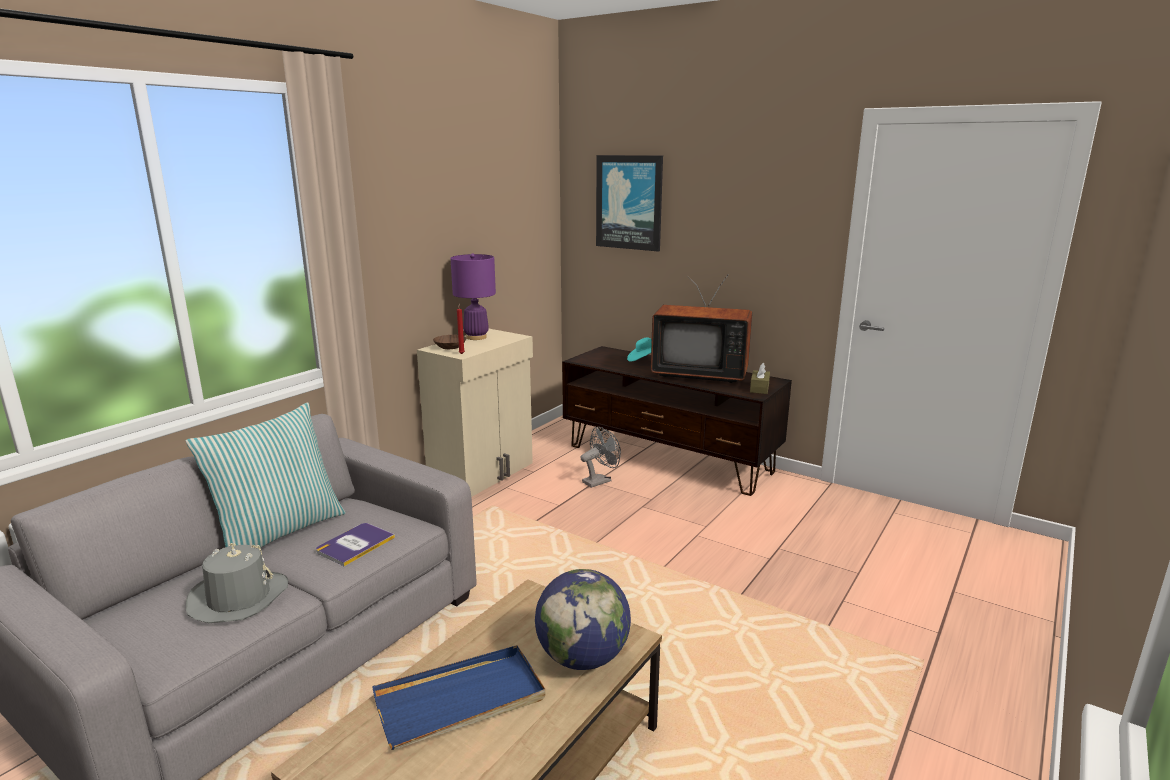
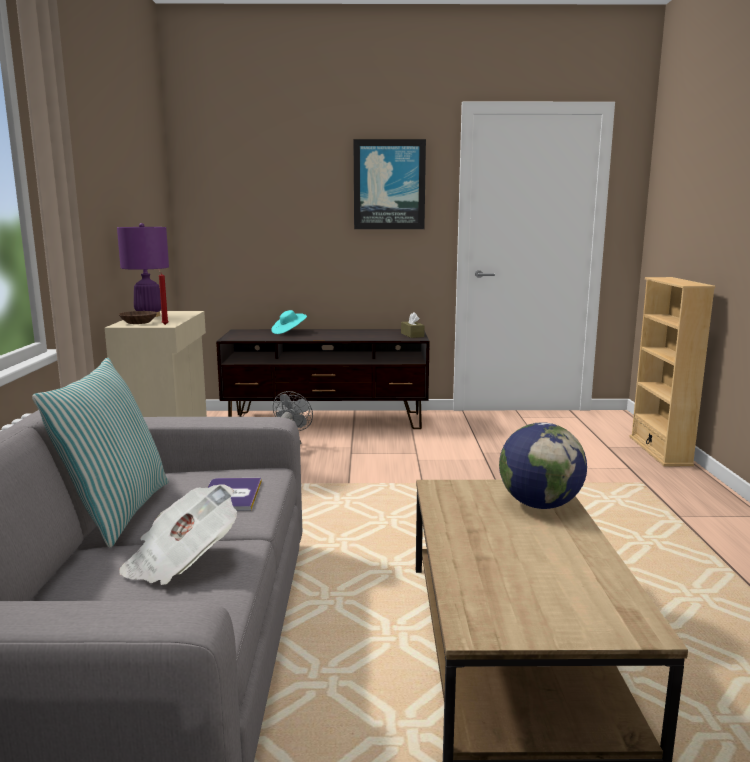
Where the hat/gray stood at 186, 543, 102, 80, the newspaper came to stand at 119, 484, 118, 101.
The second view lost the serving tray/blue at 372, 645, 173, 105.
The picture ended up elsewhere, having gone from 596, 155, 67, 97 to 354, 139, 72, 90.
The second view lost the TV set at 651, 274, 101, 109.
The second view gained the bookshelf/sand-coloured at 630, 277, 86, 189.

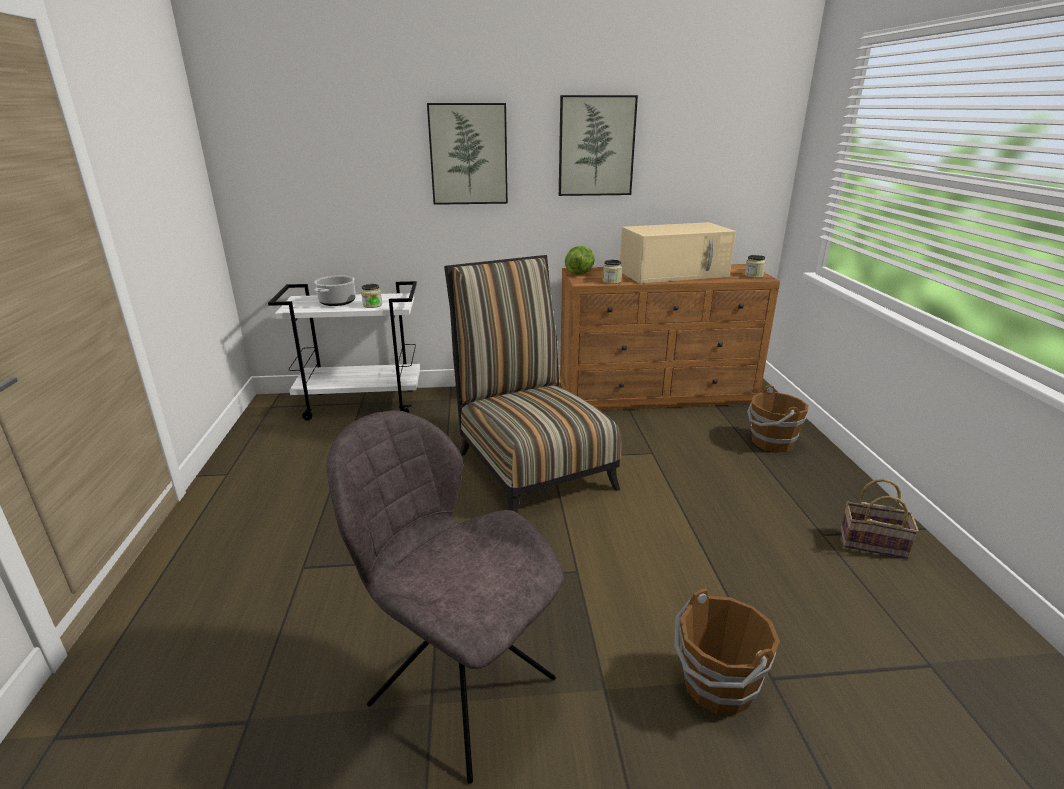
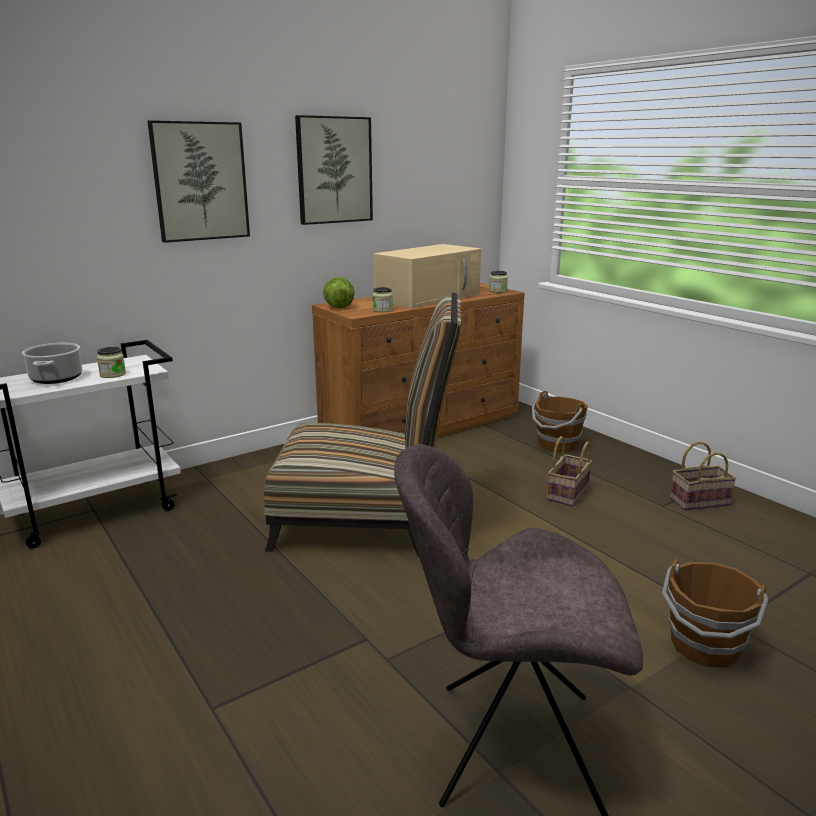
The chair at 444, 255, 177, 258 ended up facing another way, 150 degrees clockwise from before.
The second view gained the basket at 547, 436, 45, 70.

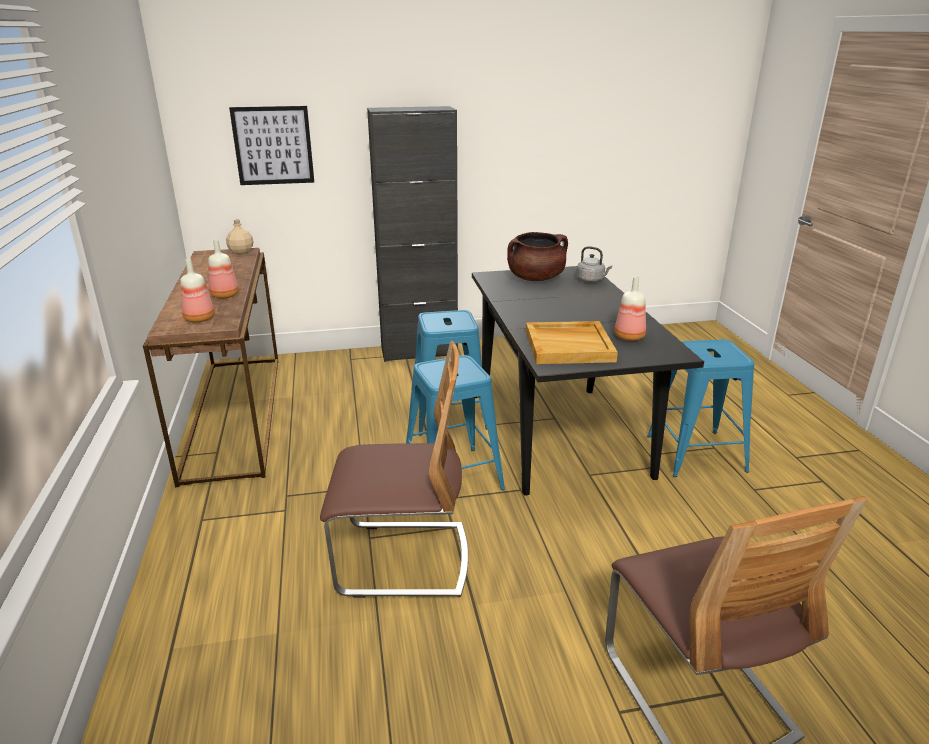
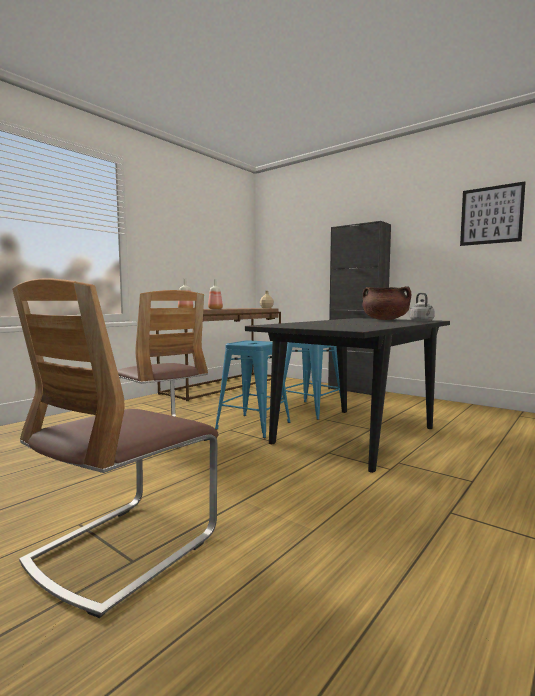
The picture ended up elsewhere, having gone from 229, 106, 85, 79 to 460, 181, 66, 65.
The second view lost the serving tray/sand-coloured at 526, 321, 92, 43.
The second view lost the bottle at 614, 276, 32, 65.
The second view lost the sitting stool/blue at 647, 340, 108, 137.

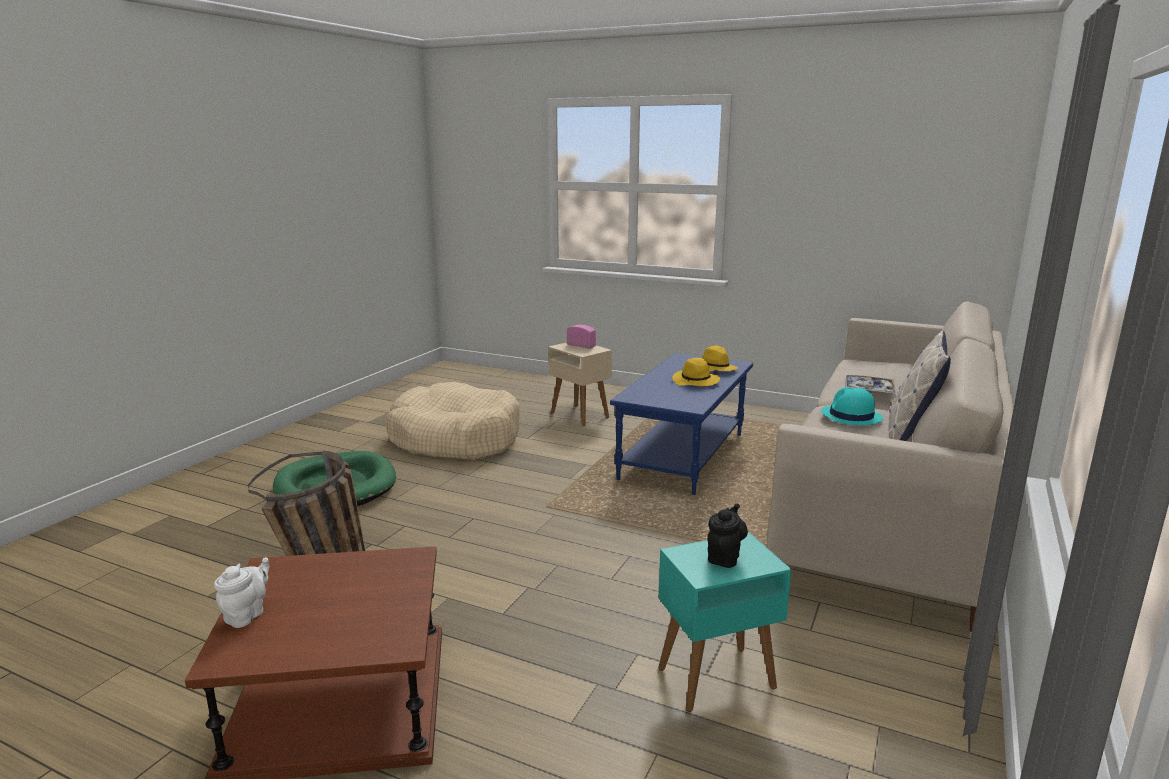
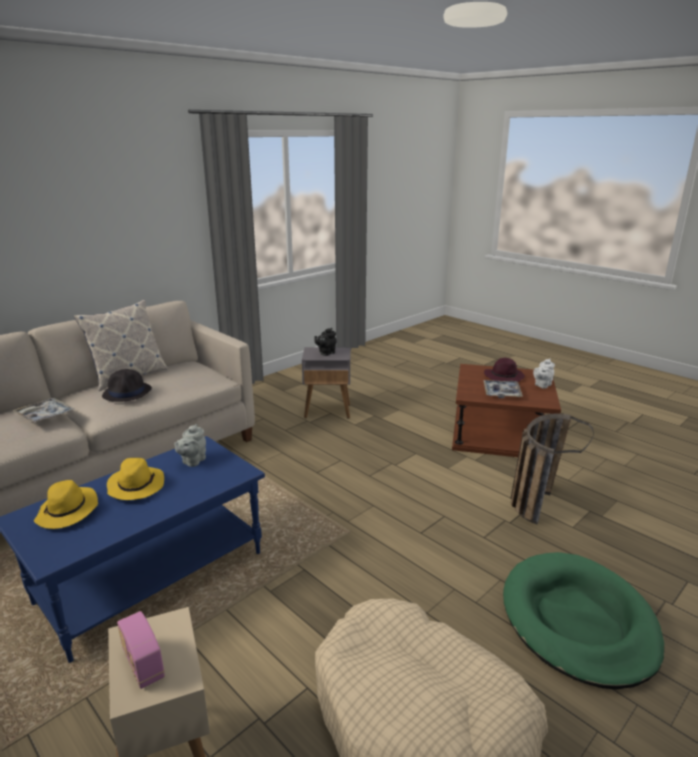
What was the accent table/blue-green at 658, 532, 133, 180 turned into the accent table/gray at 302, 347, 48, 71.
What was the hat/blue-green at 821, 387, 62, 38 turned into the hat/black-coloured at 102, 369, 50, 33.
The second view gained the teapot/gray at 174, 424, 32, 43.
The second view gained the serving tray at 483, 380, 40, 18.
The second view gained the hat/purple at 484, 358, 41, 24.

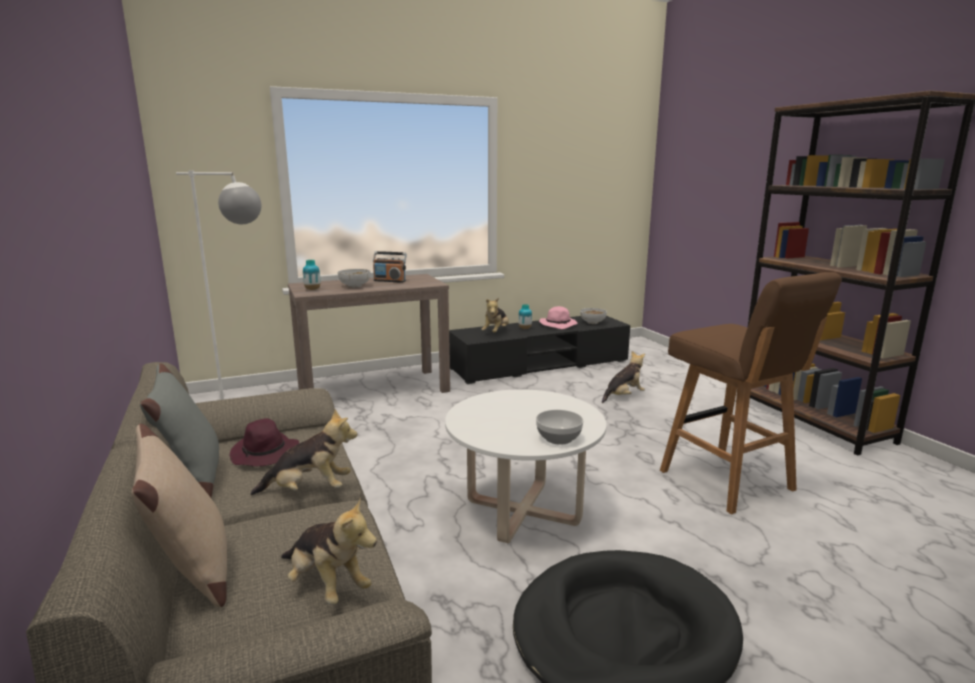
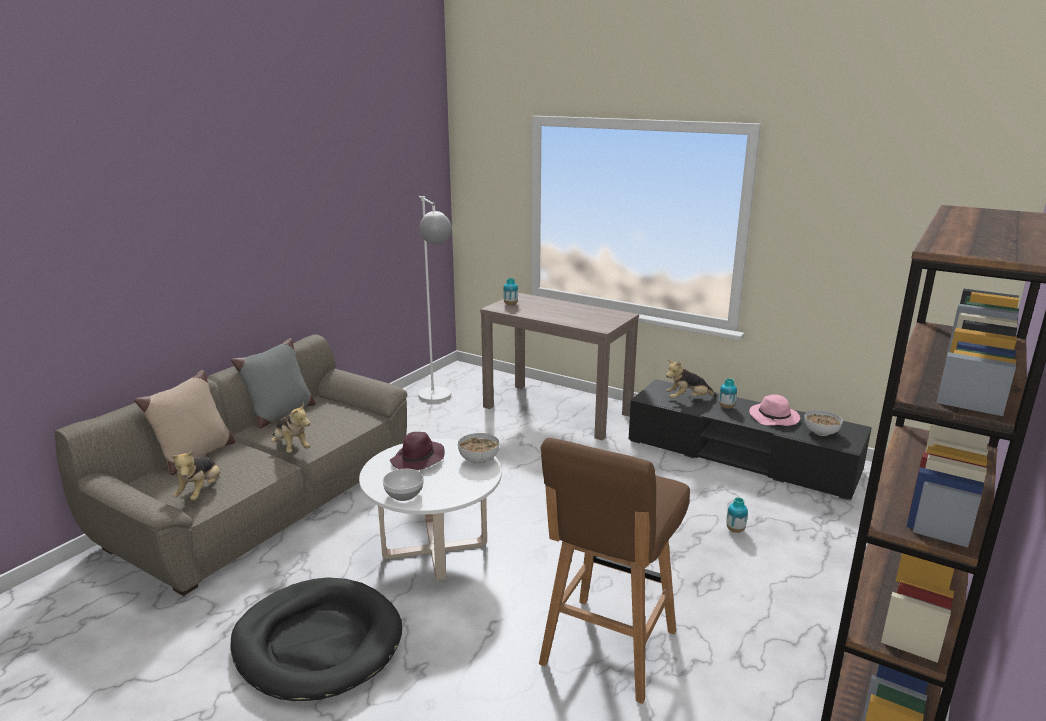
The hat/purple ended up elsewhere, having gone from 229, 418, 70, 48 to 390, 432, 55, 38.
The serving bowl ended up elsewhere, having gone from 338, 269, 32, 19 to 458, 433, 41, 31.
The second view lost the radio at 373, 251, 34, 32.
Where the plush toy stood at 602, 351, 43, 52, the vase came to stand at 726, 497, 22, 36.

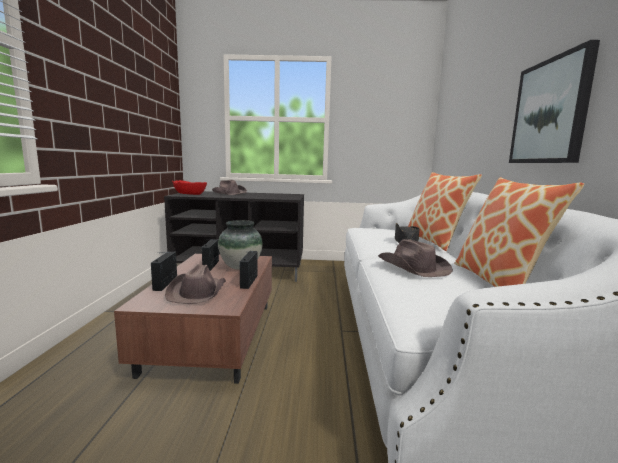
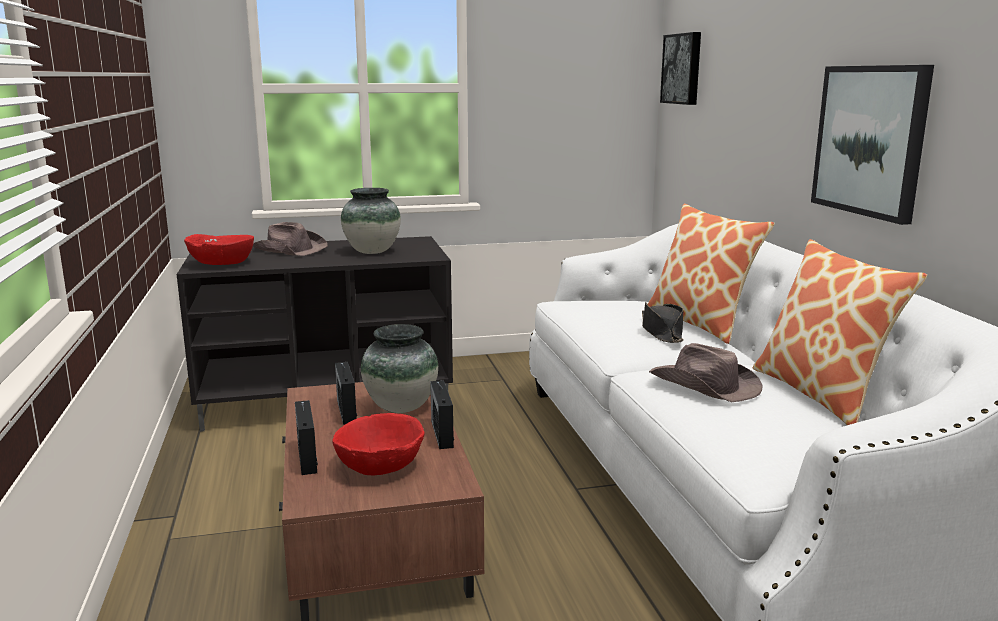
Where the hat/brown stood at 165, 264, 61, 40, the serving bowl/red came to stand at 332, 413, 93, 62.
The second view gained the vase at 341, 188, 60, 66.
The second view gained the picture at 660, 32, 41, 73.

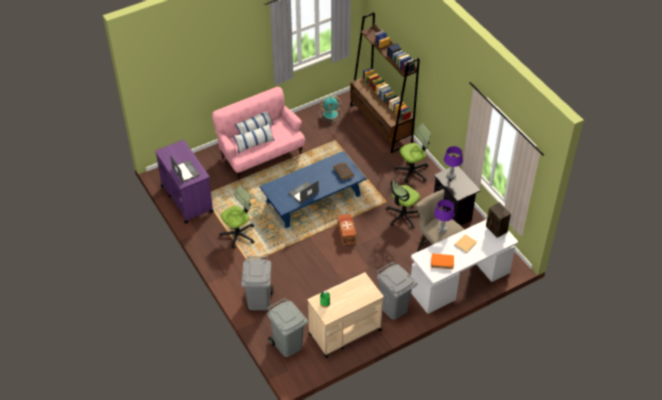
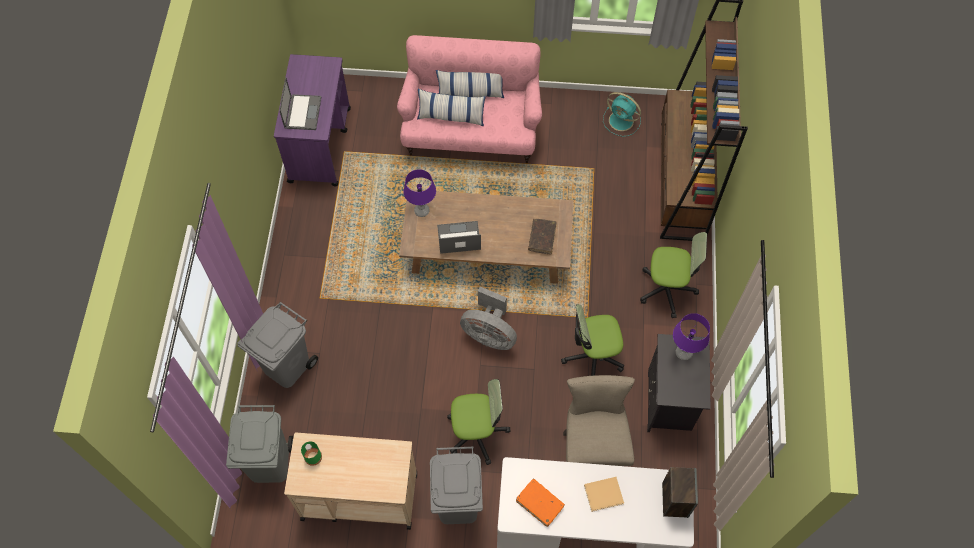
The desk chair ended up elsewhere, having gone from 220, 185, 35, 64 to 447, 379, 64, 86.
What was the low table/blue at 260, 151, 107, 77 turned into the low table/brown at 399, 189, 174, 95.
Where the storage box/brown stood at 337, 214, 19, 31, the fan/gray came to stand at 460, 287, 57, 63.
The table lamp/purple ended up elsewhere, having gone from 434, 200, 20, 33 to 403, 169, 33, 48.

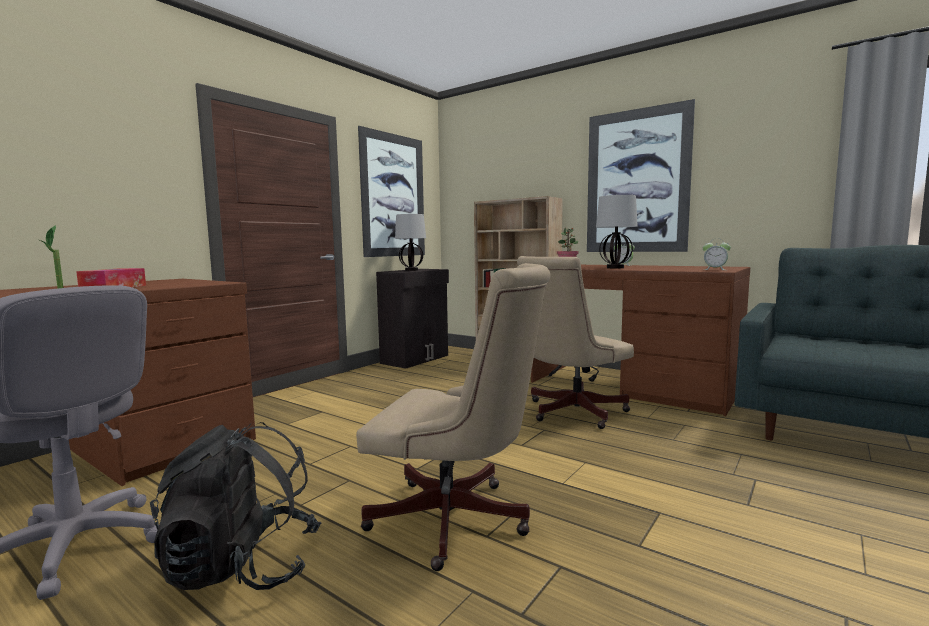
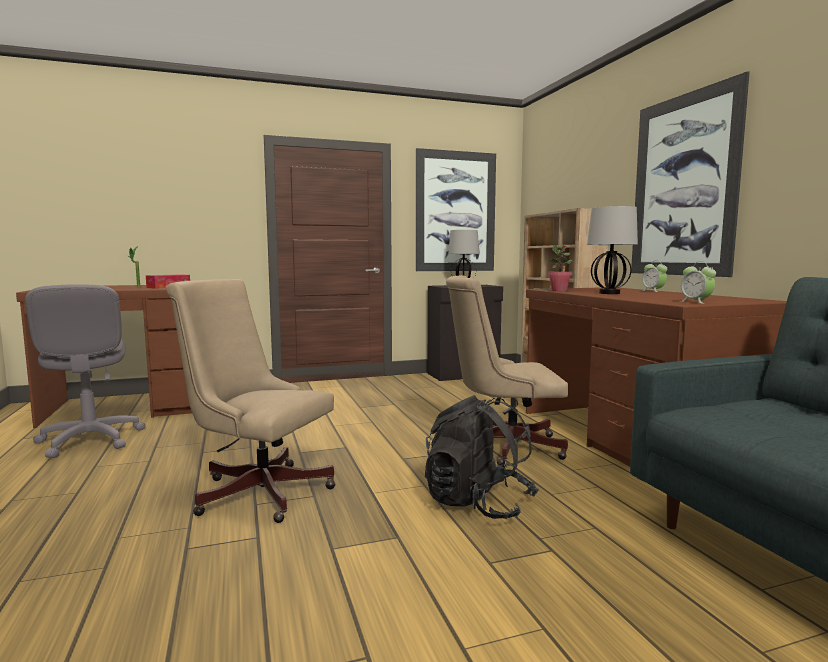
The backpack/black-coloured ended up elsewhere, having gone from 150, 422, 171, 168 to 425, 395, 114, 124.
The desk chair/sand-coloured at 356, 263, 195, 308 ended up facing another way, 150 degrees clockwise from before.

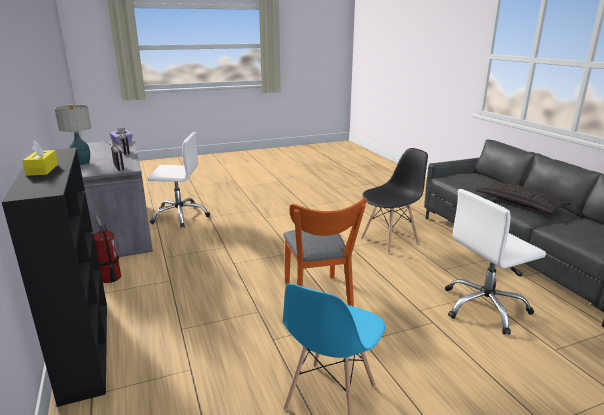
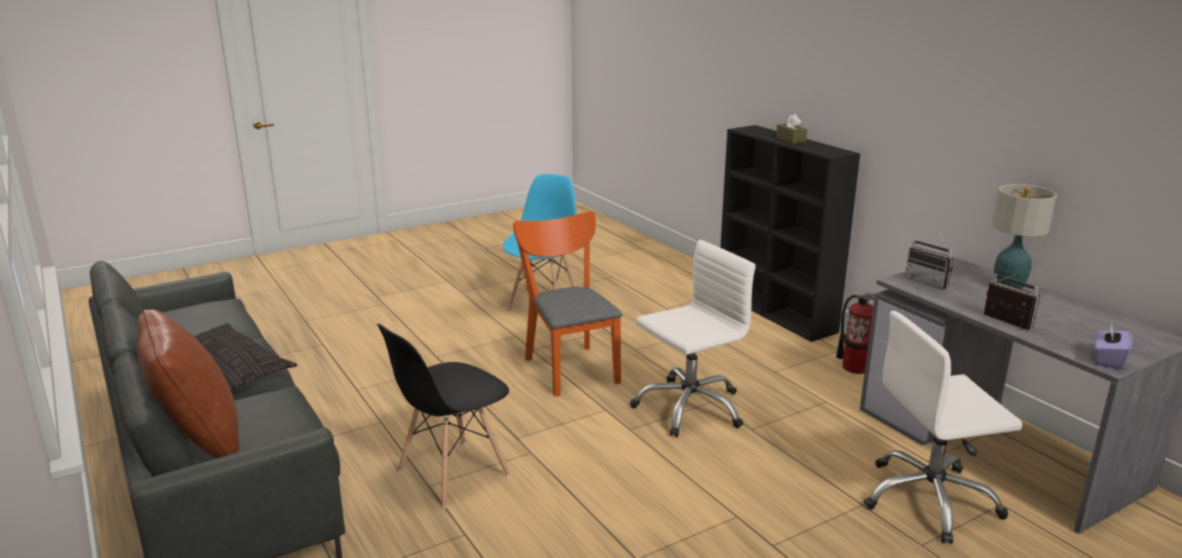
What was the tissue box/yellowish at 23, 140, 35, 36 turned into the tissue box/brown at 776, 114, 31, 30.
The desk chair/whitish ended up elsewhere, having gone from 445, 189, 101, 146 to 630, 240, 126, 197.
The second view gained the throw pillow/brown at 137, 309, 102, 149.

